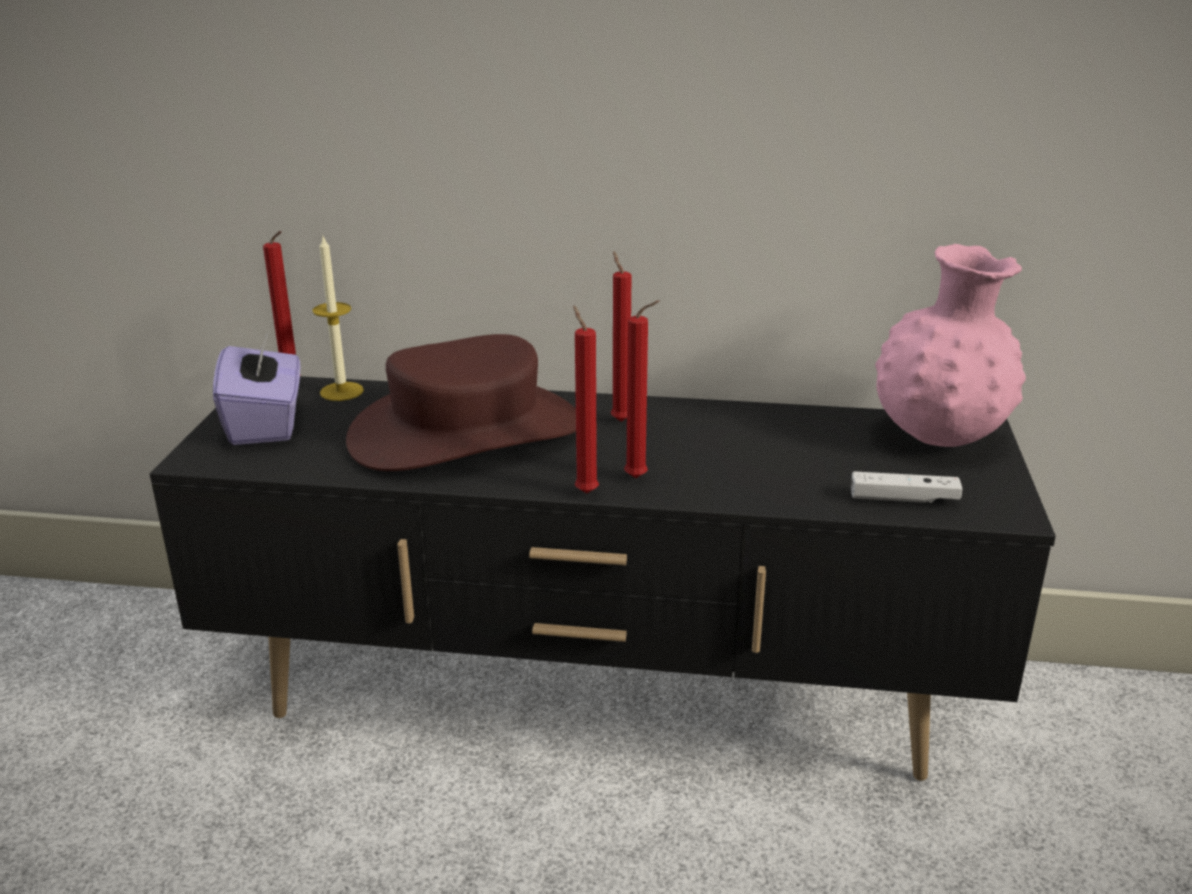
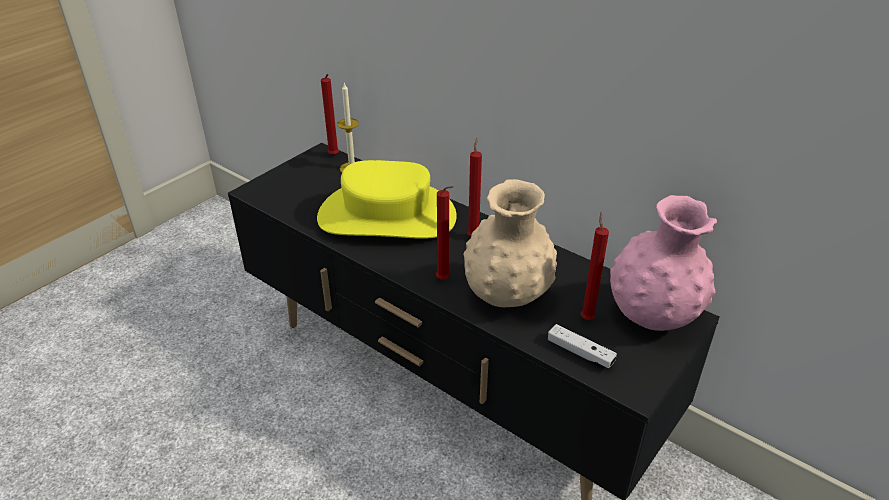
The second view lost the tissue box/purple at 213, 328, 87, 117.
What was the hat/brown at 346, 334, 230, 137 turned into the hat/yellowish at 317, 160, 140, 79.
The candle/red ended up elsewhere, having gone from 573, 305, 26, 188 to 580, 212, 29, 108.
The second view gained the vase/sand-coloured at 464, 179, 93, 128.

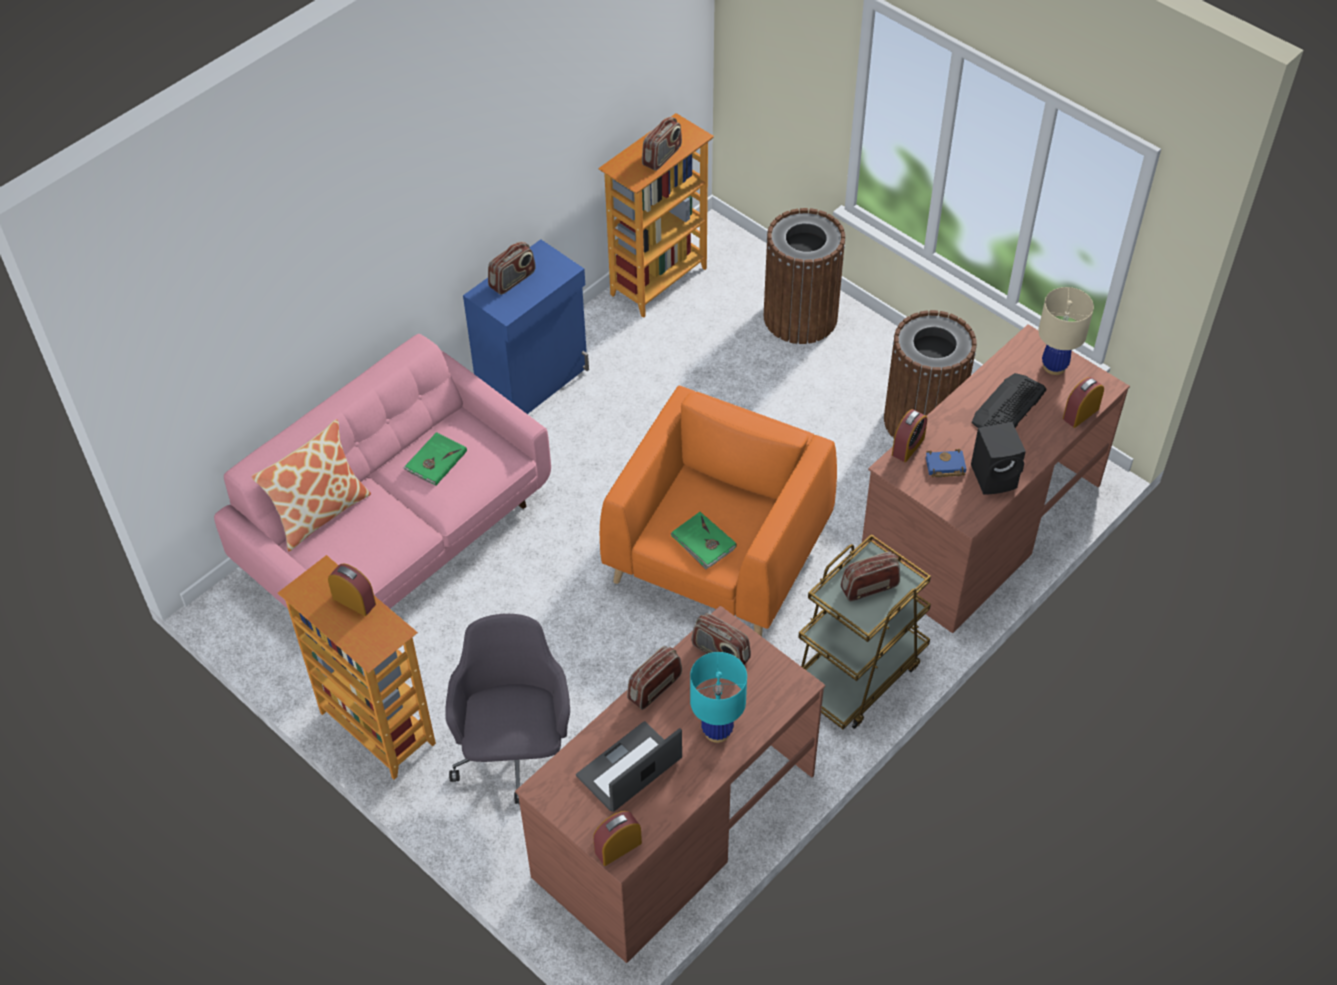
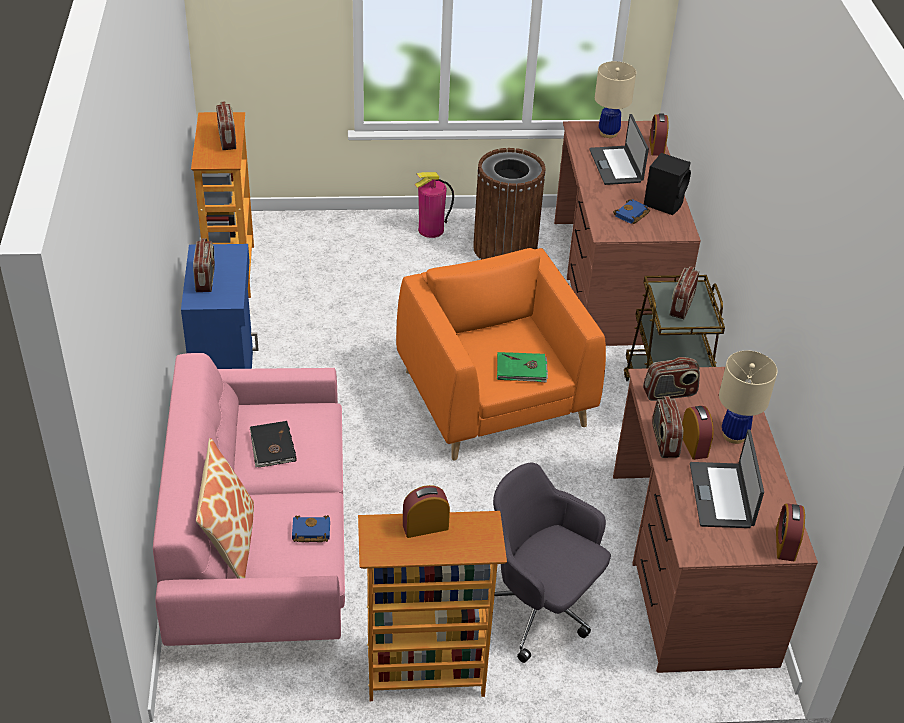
What was the bound book/green-coloured at 403, 432, 64, 54 turned into the bound book/black-coloured at 250, 421, 47, 46.
What was the table lamp/blue-green at 690, 652, 57, 91 turned into the table lamp/sand-coloured at 719, 351, 58, 93.
The second view lost the rubbish bin/brown at 764, 208, 82, 136.
The alarm clock ended up elsewhere, having gone from 892, 409, 35, 53 to 682, 406, 32, 54.
Where the computer keyboard stood at 972, 373, 75, 55, the portable computer came to stand at 589, 114, 60, 71.
The second view gained the bound book/blue at 292, 515, 38, 27.
The second view gained the extinguisher at 415, 172, 39, 66.

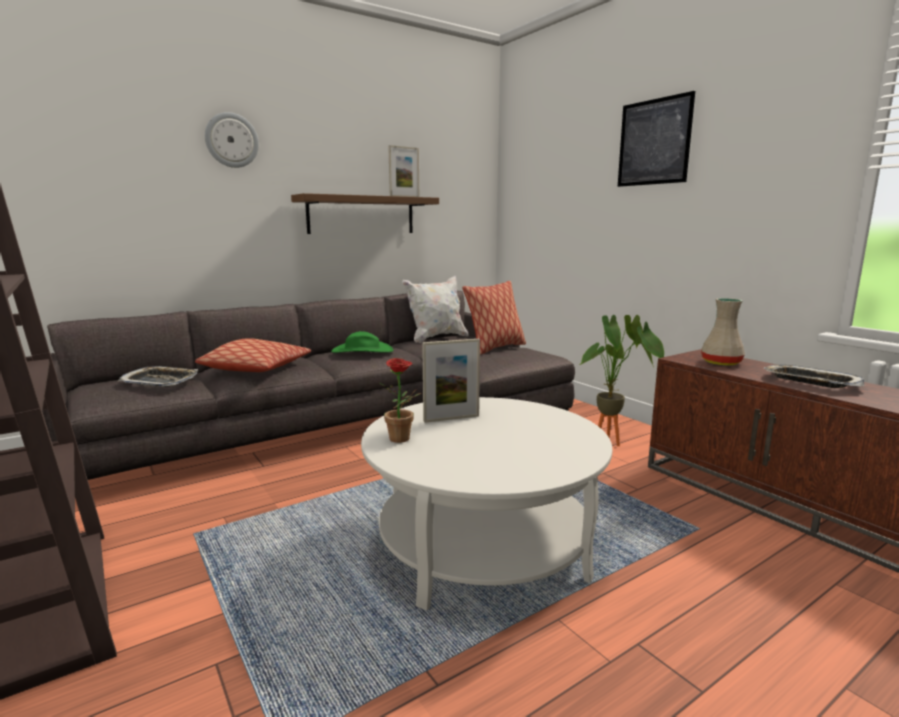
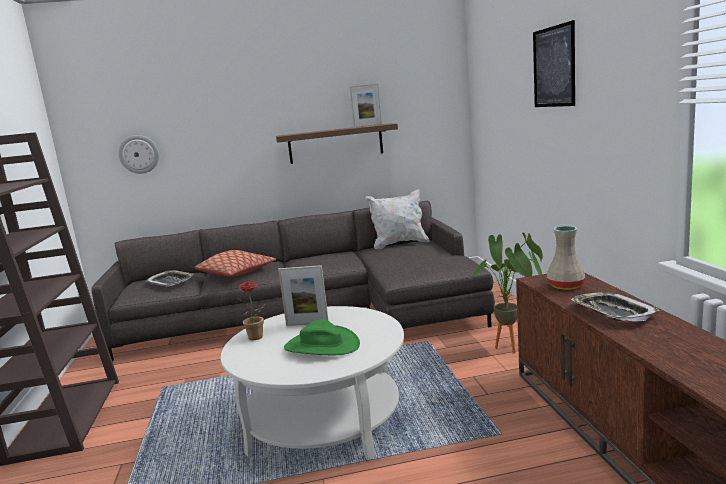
The hanging clock ended up elsewhere, having gone from 205, 112, 54, 56 to 118, 135, 41, 39.
The hat/green-coloured ended up elsewhere, having gone from 331, 331, 62, 22 to 284, 319, 76, 36.
The second view lost the throw pillow at 462, 281, 64, 74.

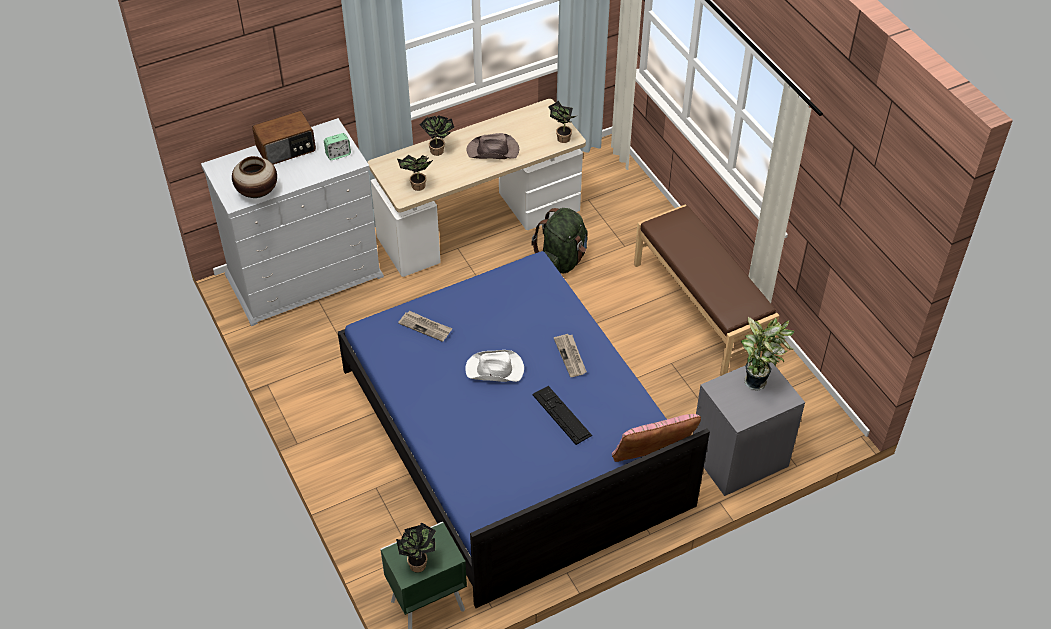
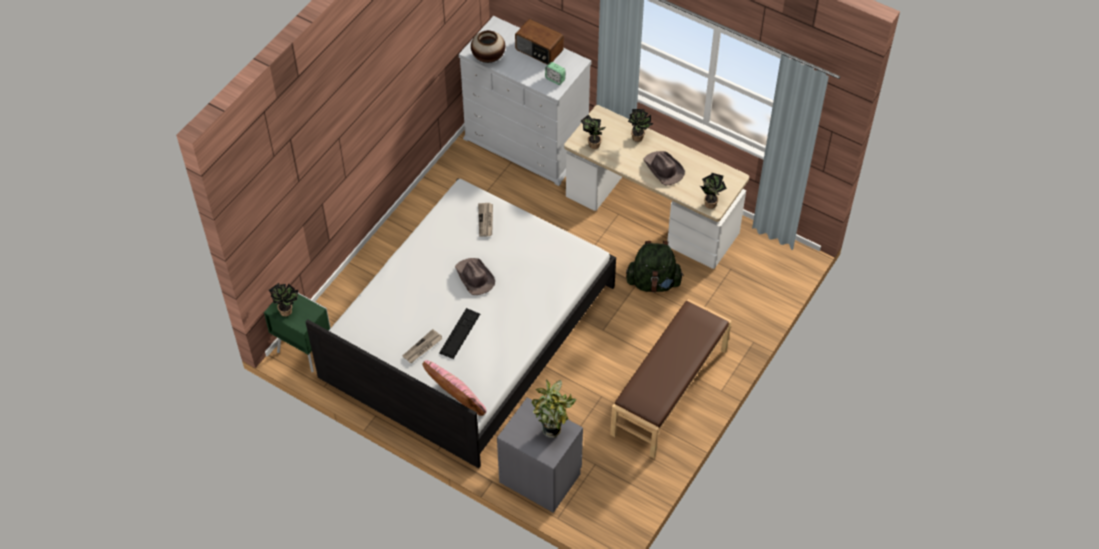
What was the sleeping bed/blue at 338, 251, 372, 357 turned into the sleeping bed/whitish at 306, 179, 310, 289.
What was the hat/whitish at 465, 350, 59, 32 turned into the hat/brown at 455, 258, 40, 37.
The newspaper ended up elsewhere, having gone from 554, 334, 33, 43 to 403, 329, 39, 34.

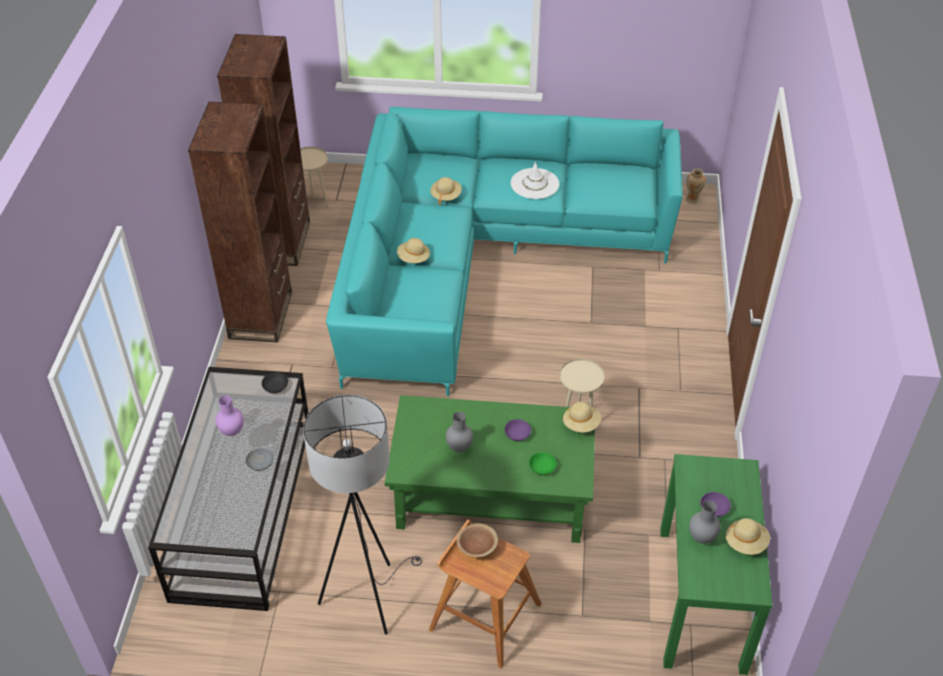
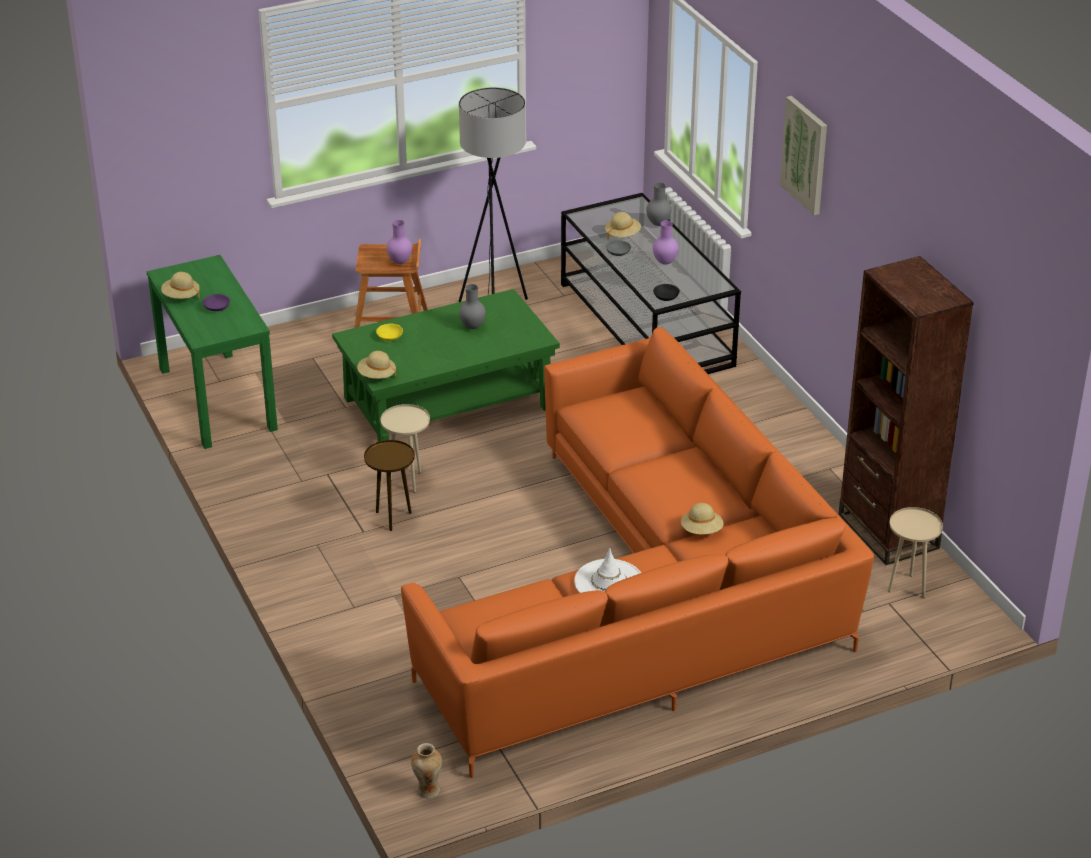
The second view lost the bookshelf/brown at 188, 102, 104, 241.
What was the sofa/blue-green at 326, 107, 357, 289 turned into the sofa/orangey at 401, 327, 473, 451.
The hat/sand-coloured ended up elsewhere, having gone from 397, 238, 33, 25 to 605, 212, 36, 27.
Where the serving bowl/brown stood at 457, 524, 41, 33, the vase/purple came to stand at 387, 220, 25, 44.
The second view lost the serving bowl/purple at 504, 419, 27, 22.
What was the serving bowl/green-coloured at 529, 452, 28, 23 turned into the serving bowl/yellowish at 376, 324, 27, 17.
The vase/gray ended up elsewhere, having gone from 689, 500, 31, 44 to 646, 183, 26, 43.
The second view gained the accent table/brown at 364, 440, 51, 91.
The second view gained the picture at 780, 96, 47, 119.

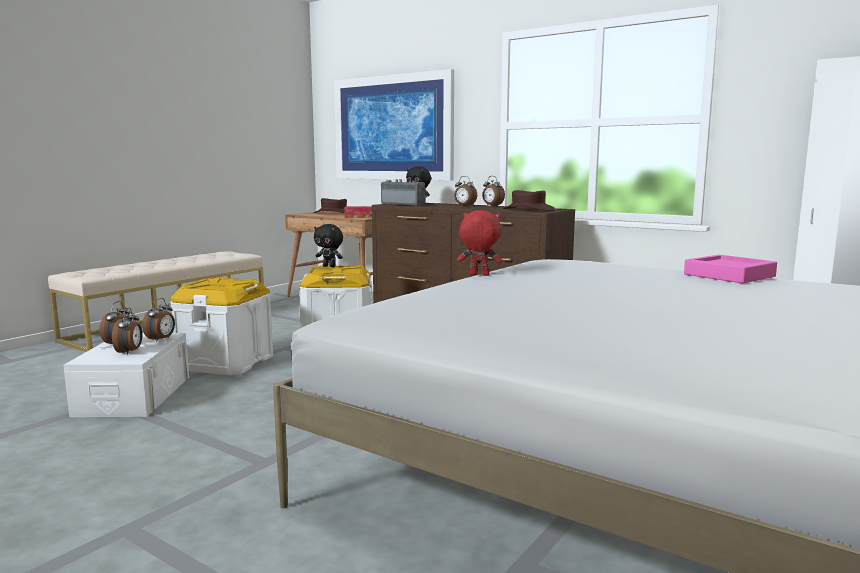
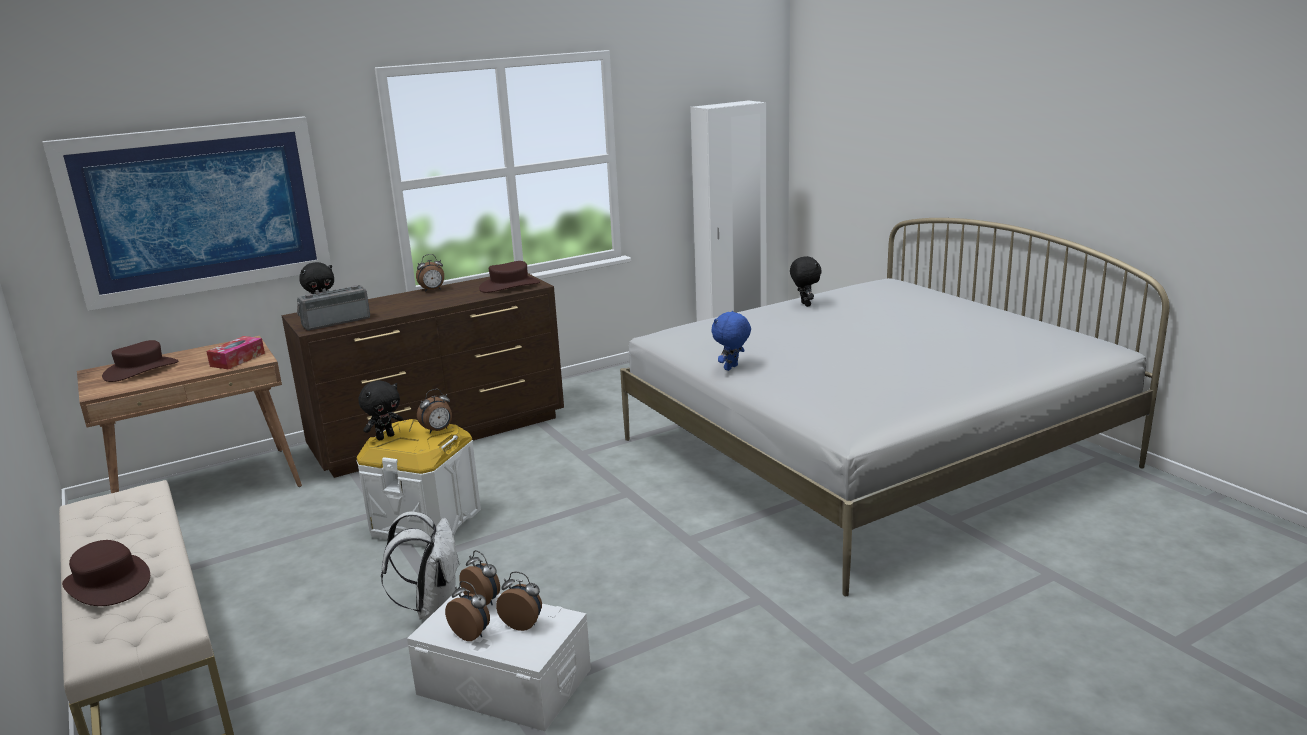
Where the storage box/whitish stood at 170, 278, 103, 98, the backpack/whitish came to stand at 381, 511, 79, 109.
The alarm clock ended up elsewhere, having gone from 454, 176, 23, 31 to 417, 389, 35, 45.
What was the plush toy/red at 457, 210, 46, 66 turned into the plush toy/blue at 711, 311, 40, 60.
Where the serving tray/pink-coloured stood at 684, 255, 93, 29, the plush toy/black-coloured came to stand at 790, 256, 32, 51.
The second view gained the hat/brown at 62, 540, 88, 66.

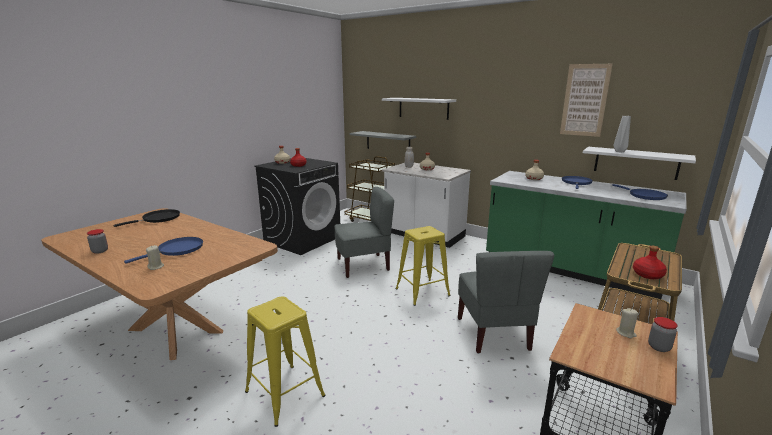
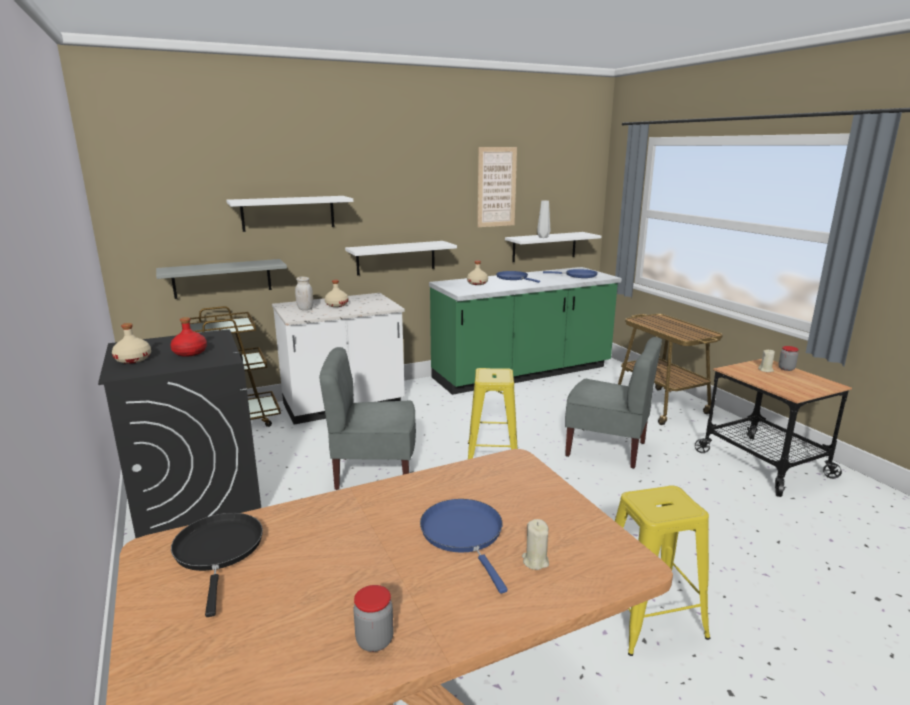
The chair/gray at 335, 187, 59, 91 ended up facing another way, 105 degrees counterclockwise from before.
The second view lost the bottle/red at 633, 245, 34, 34.
The second view gained the wall shelf/whitish at 345, 241, 112, 34.

